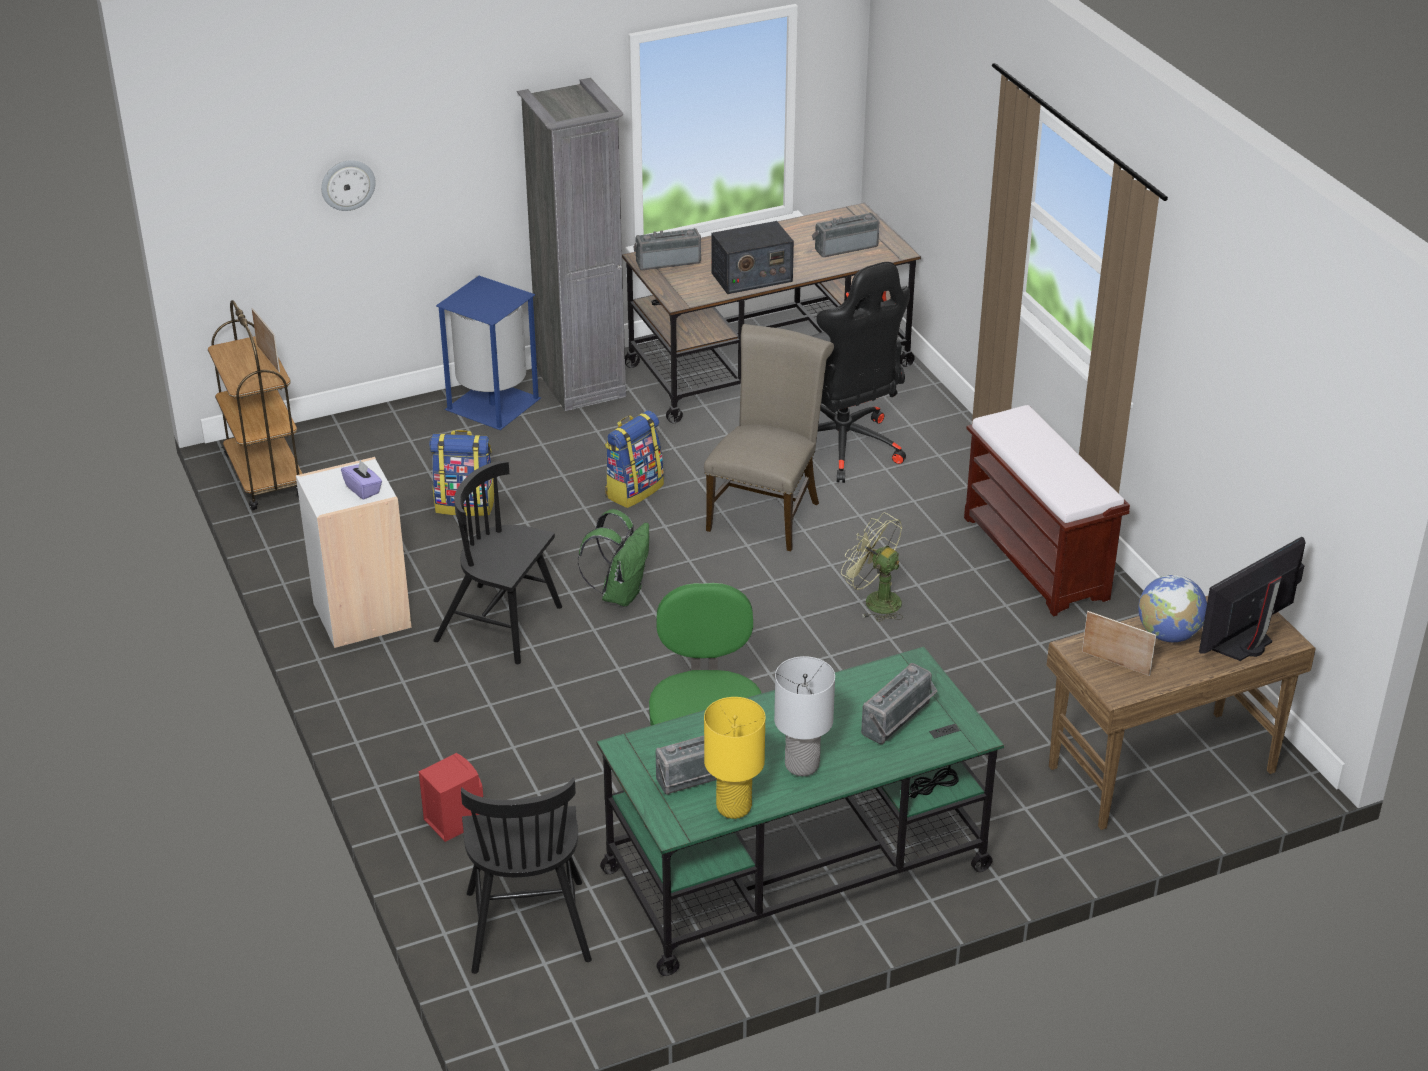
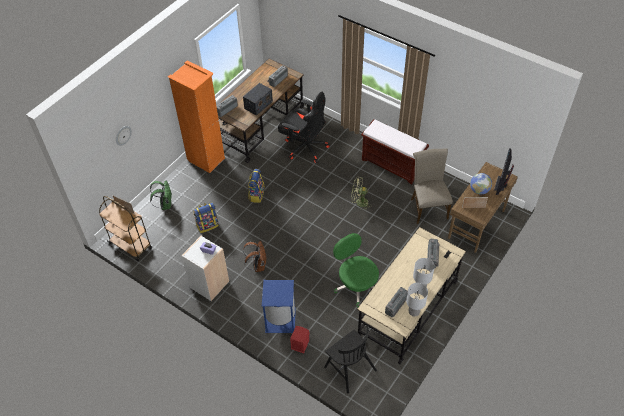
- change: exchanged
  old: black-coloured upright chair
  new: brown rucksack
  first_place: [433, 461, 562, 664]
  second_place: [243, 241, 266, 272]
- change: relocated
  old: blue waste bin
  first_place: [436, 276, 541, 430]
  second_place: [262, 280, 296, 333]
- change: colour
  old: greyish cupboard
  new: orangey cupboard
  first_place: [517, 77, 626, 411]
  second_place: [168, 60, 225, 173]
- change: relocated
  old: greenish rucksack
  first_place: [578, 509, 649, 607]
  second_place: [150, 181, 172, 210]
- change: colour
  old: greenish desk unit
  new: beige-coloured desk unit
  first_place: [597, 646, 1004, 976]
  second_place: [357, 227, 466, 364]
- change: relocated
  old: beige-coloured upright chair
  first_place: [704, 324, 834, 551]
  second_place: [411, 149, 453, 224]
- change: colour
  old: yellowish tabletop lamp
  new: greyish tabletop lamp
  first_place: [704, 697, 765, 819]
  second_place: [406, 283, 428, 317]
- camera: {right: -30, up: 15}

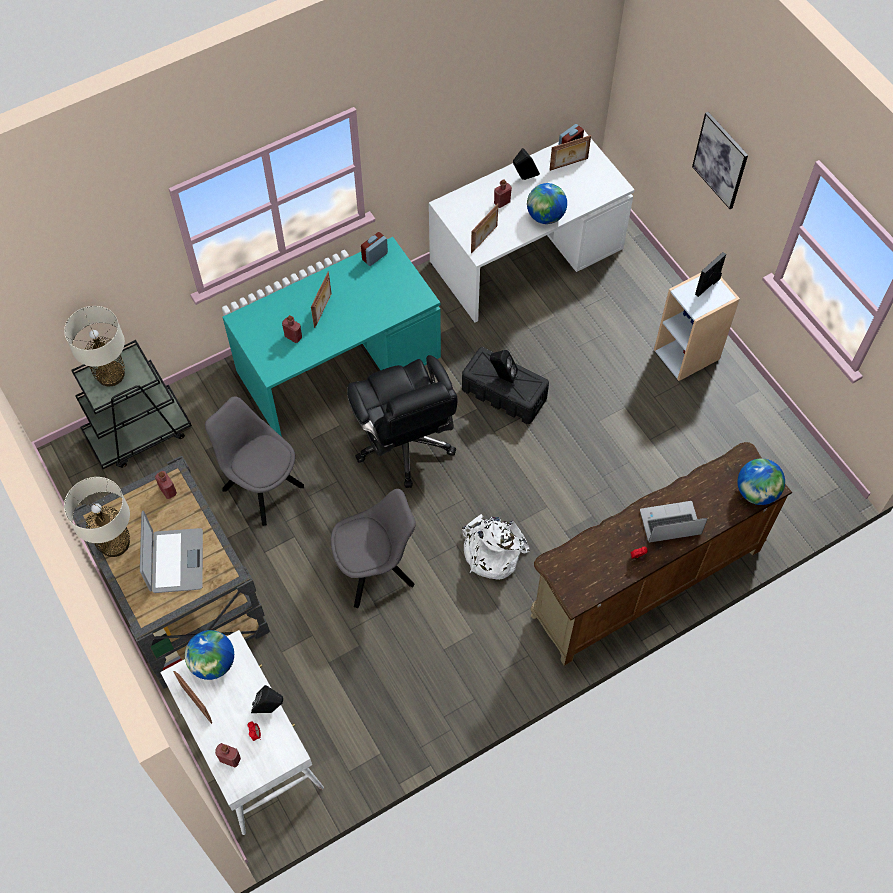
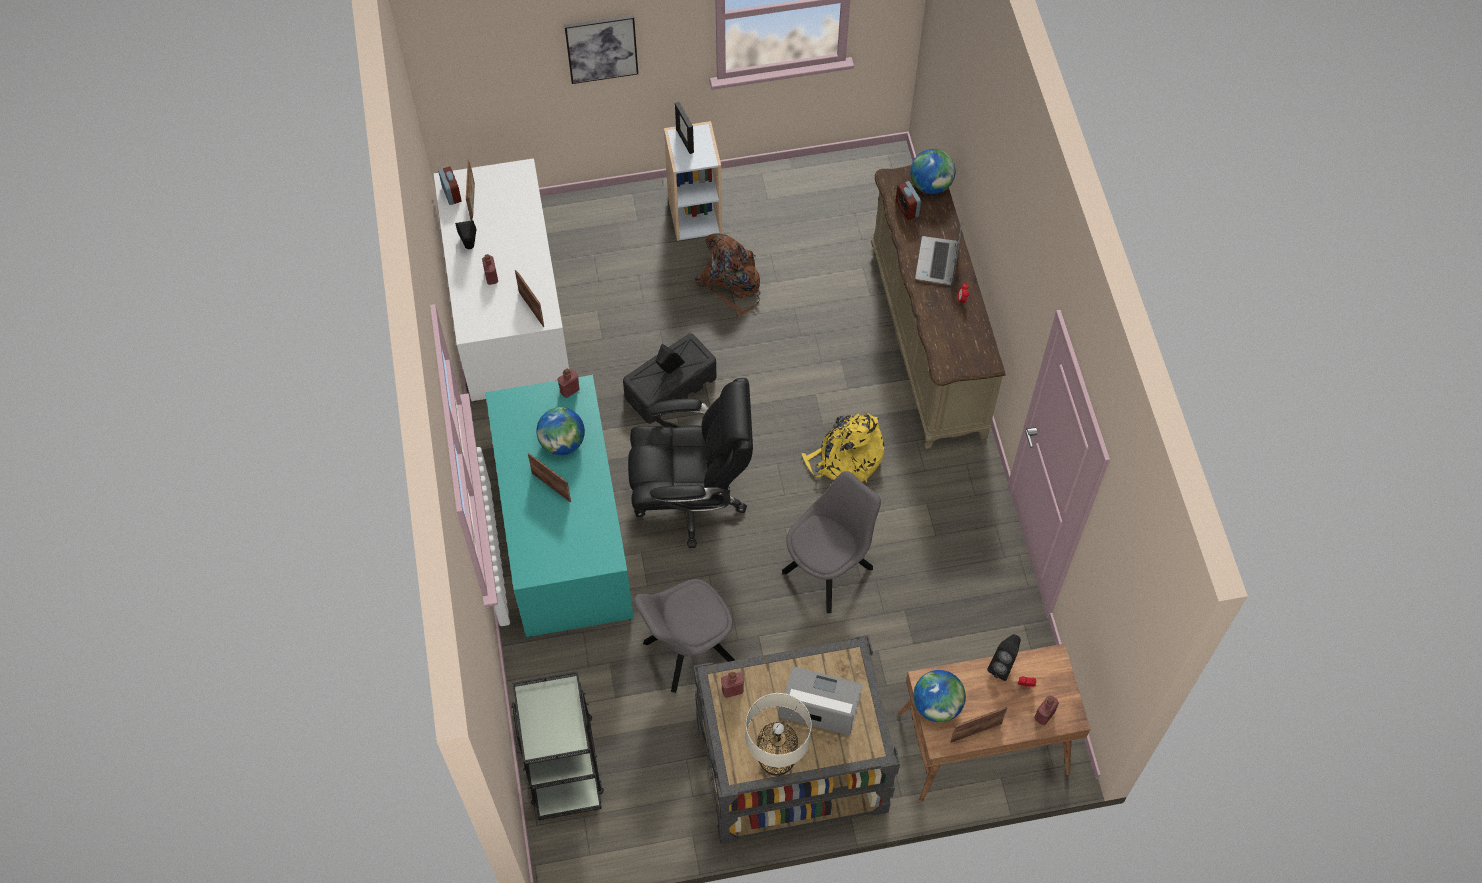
- change: missing
  old: tabletop lamp
  first_place: [64, 306, 125, 386]
- change: colour
  old: white desk unit
  new: brown desk unit
  first_place: [160, 630, 324, 835]
  second_place: [898, 644, 1090, 802]
- change: relocated
  old: reddish drink bottle
  first_place: [282, 315, 302, 343]
  second_place: [558, 369, 579, 398]
- change: spun
  old: greyish upright chair
  first_place: [331, 489, 416, 609]
  second_place: [782, 471, 881, 613]
  degrees: 45
- change: relocated
  old: alarm clock
  first_place: [361, 232, 388, 266]
  second_place: [896, 181, 921, 220]
- change: colour
  old: white rucksack
  new: yellowish rucksack
  first_place: [462, 514, 530, 580]
  second_place: [801, 413, 884, 483]
- change: relocated
  old: globe
  first_place: [527, 183, 567, 224]
  second_place: [536, 407, 585, 455]
- change: appeared
  new: brown rucksack
  second_place: [694, 233, 761, 317]
- camera: {right: -70, up: 0}

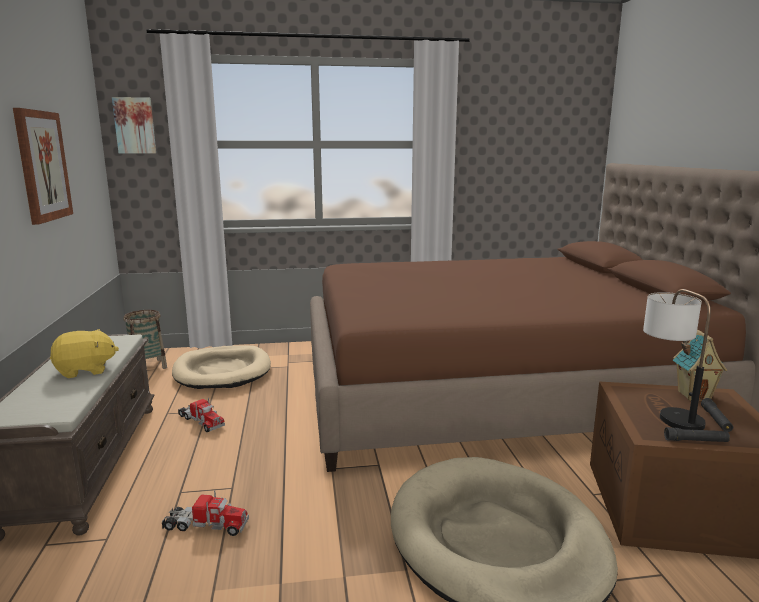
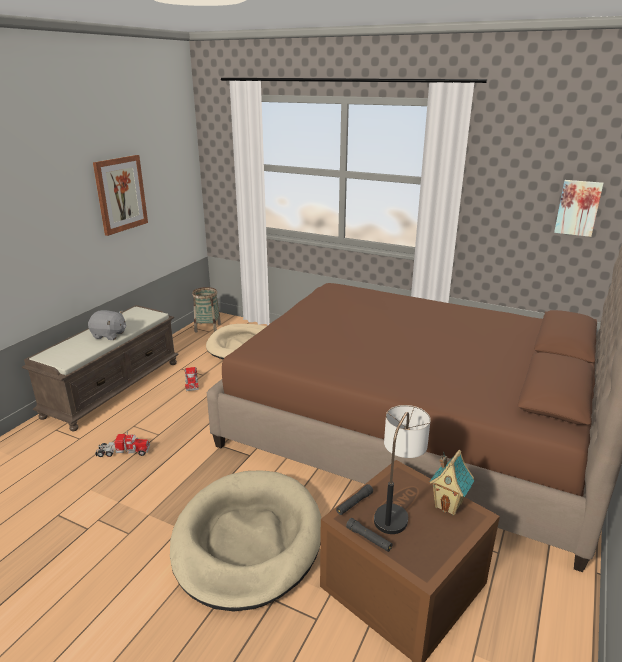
- change: colour
  old: yellowish plush toy
  new: greyish plush toy
  first_place: [50, 329, 119, 378]
  second_place: [88, 310, 126, 340]
- change: relocated
  old: wall picture
  first_place: [112, 97, 156, 154]
  second_place: [554, 180, 604, 237]
- change: spun
  old: toy lorry
  first_place: [162, 491, 249, 536]
  second_place: [95, 432, 150, 457]
  degrees: -45
- change: relocated
  old: black-coloured hand torch
  first_place: [701, 398, 733, 432]
  second_place: [336, 484, 373, 515]
- camera: {right: 35, up: 10}

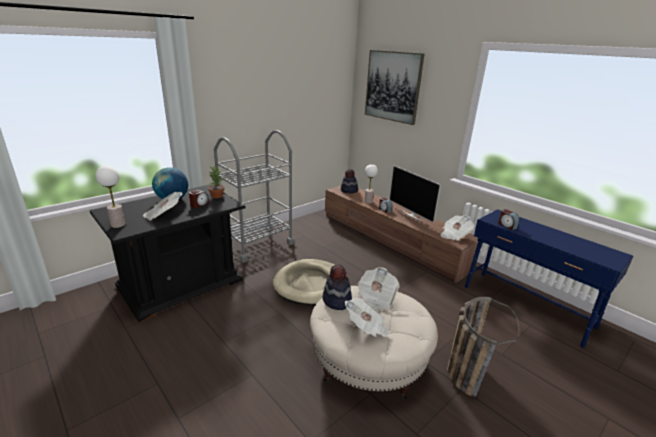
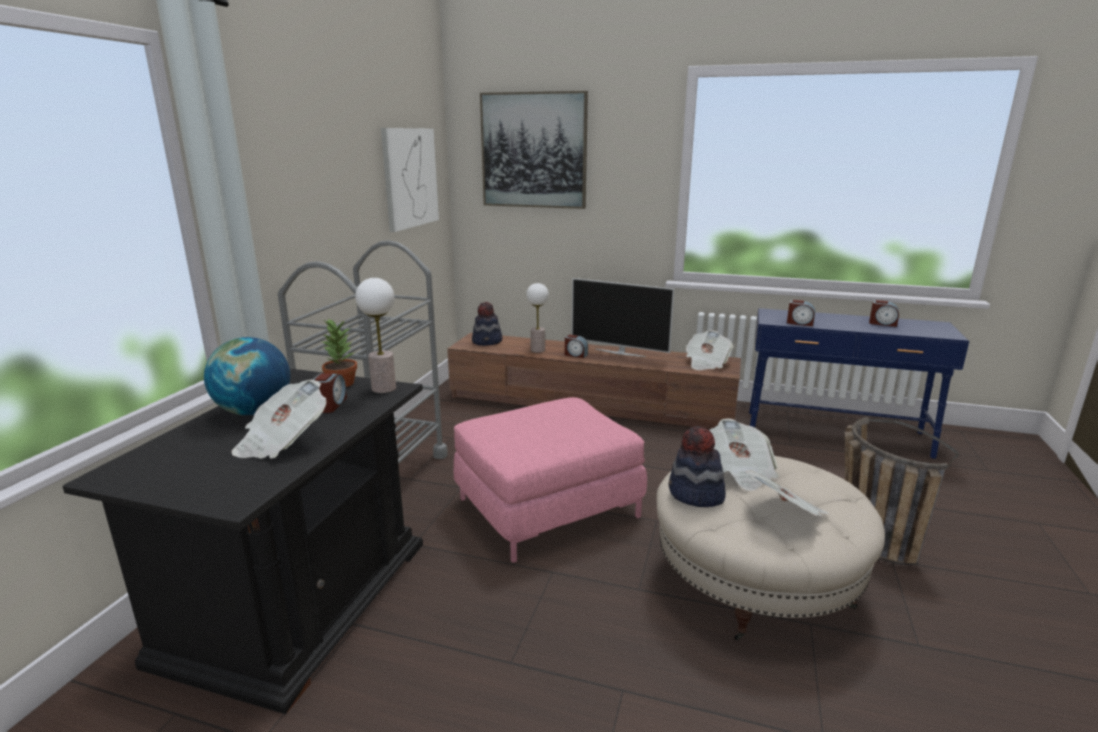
- change: relocated
  old: tabletop lamp
  first_place: [95, 166, 125, 228]
  second_place: [355, 278, 396, 393]
- change: exchanged
  old: beige-coloured dog bed
  new: pinkish pouffe
  first_place: [273, 259, 347, 305]
  second_place: [453, 397, 647, 563]
- change: appeared
  new: wall picture
  second_place: [381, 128, 439, 232]
- change: appeared
  new: alarm clock
  second_place: [869, 300, 899, 327]
- camera: {right: -30, up: -5}

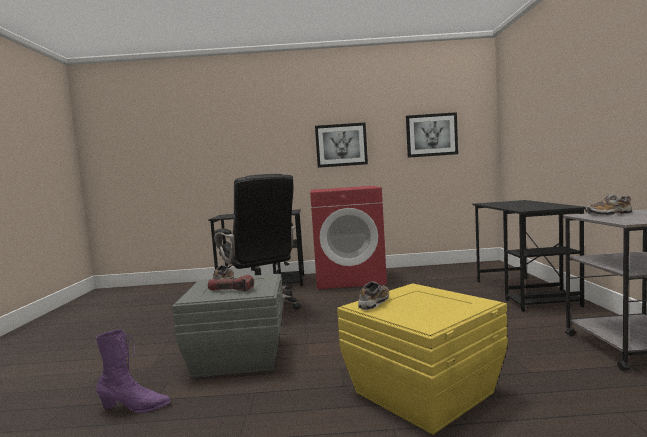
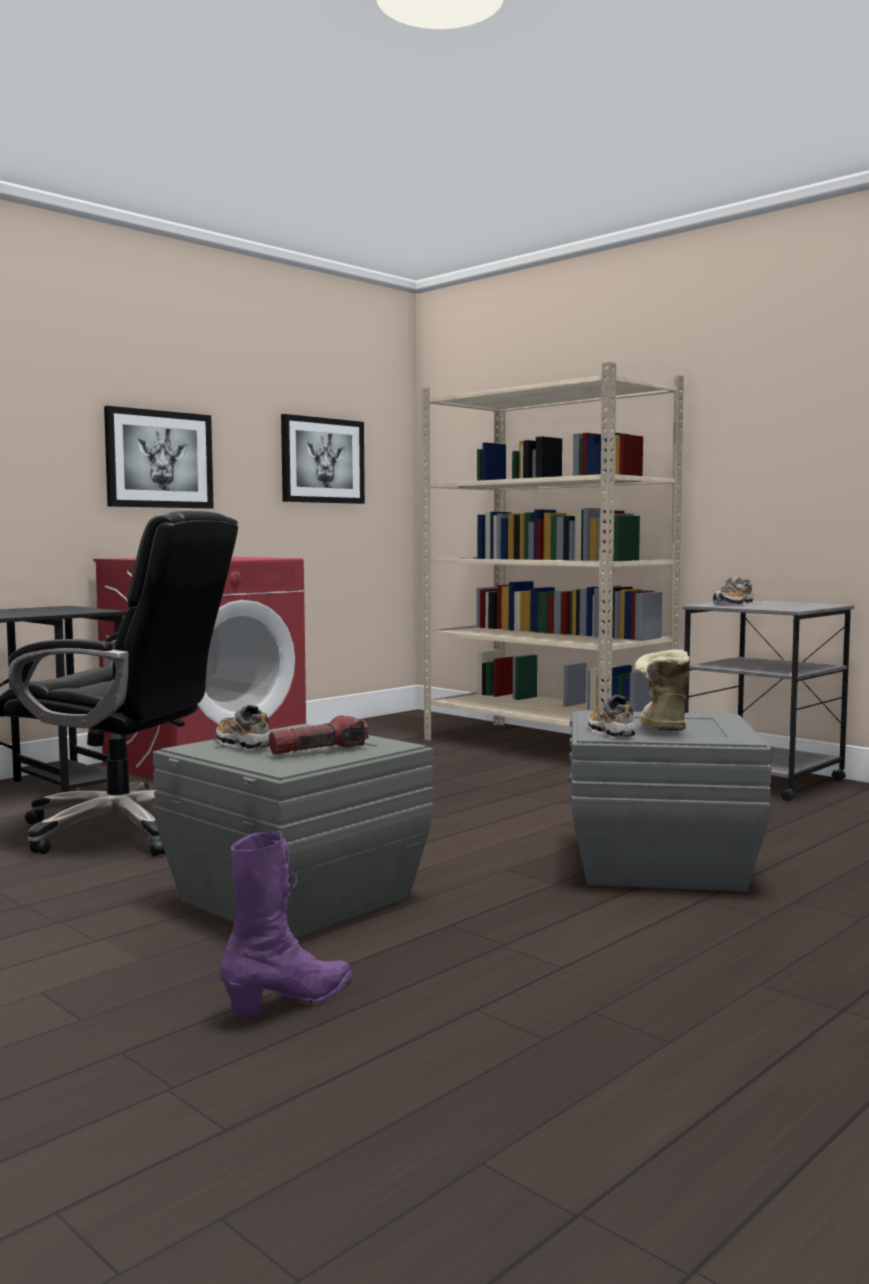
- change: colour
  old: yellowish storage box
  new: greyish storage box
  first_place: [337, 283, 508, 435]
  second_place: [569, 711, 772, 892]
- change: exchanged
  old: black-coloured desk unit
  new: beige-coloured bookshelf
  first_place: [473, 200, 586, 312]
  second_place: [422, 362, 684, 740]
- change: appeared
  new: boot
  second_place: [635, 649, 690, 731]
- camera: {right: -45, up: 0}

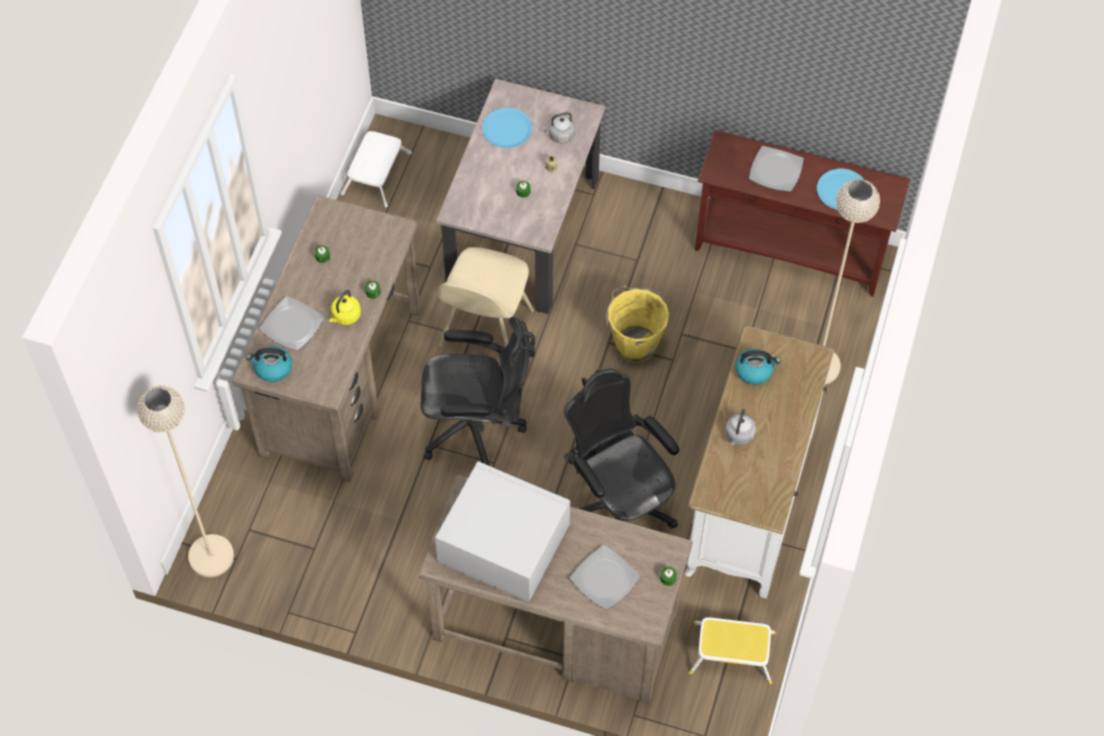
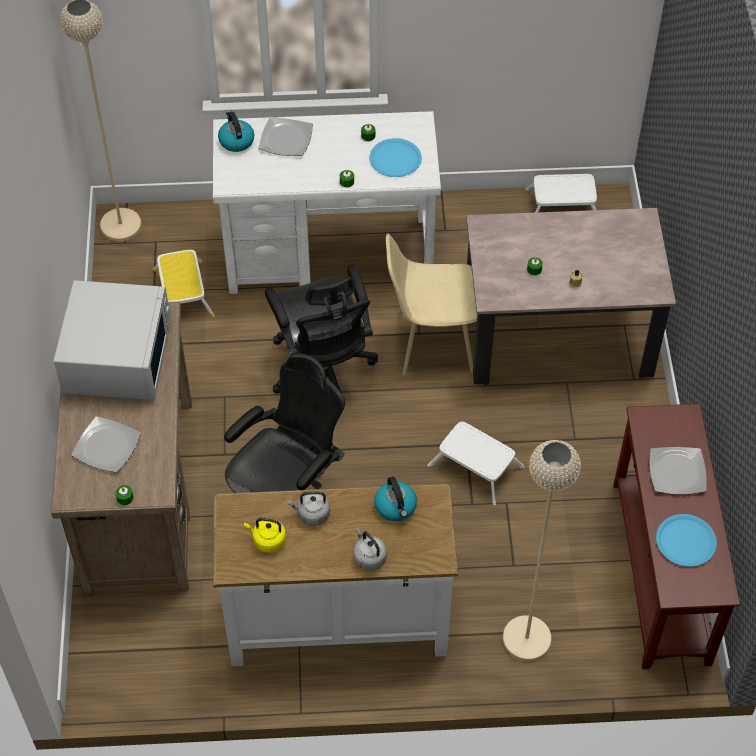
- change: colour
  old: brown desk unit
  new: white desk unit
  first_place: [232, 195, 421, 482]
  second_place: [213, 111, 441, 294]
- change: relocated
  old: yellowish water kettle
  first_place: [329, 290, 361, 325]
  second_place: [244, 518, 286, 553]
- change: relocated
  old: blue dinner plate
  first_place: [482, 108, 532, 148]
  second_place: [369, 138, 422, 177]
- change: relocated
  old: greyish water kettle
  first_place: [541, 112, 576, 144]
  second_place: [353, 527, 387, 571]
- change: exchanged
  old: yellowish bucket
  new: white step stool
  first_place: [606, 286, 669, 362]
  second_place: [428, 422, 525, 505]
- change: relocated
  old: yellowish step stool
  first_place: [689, 617, 776, 684]
  second_place: [152, 250, 215, 318]
- camera: {right: 70, up: -5}

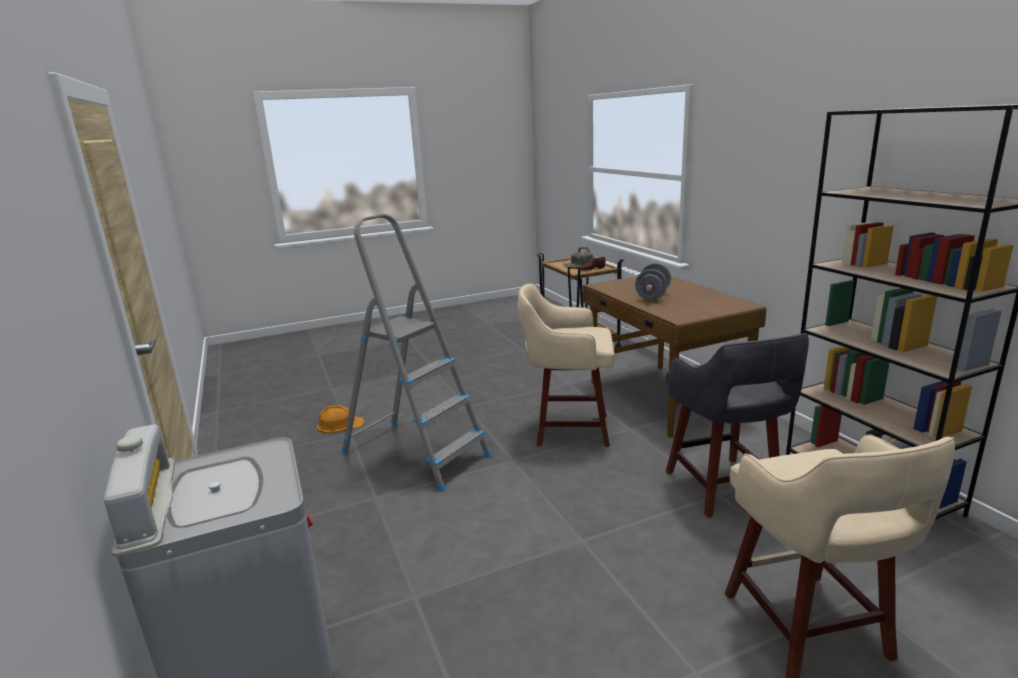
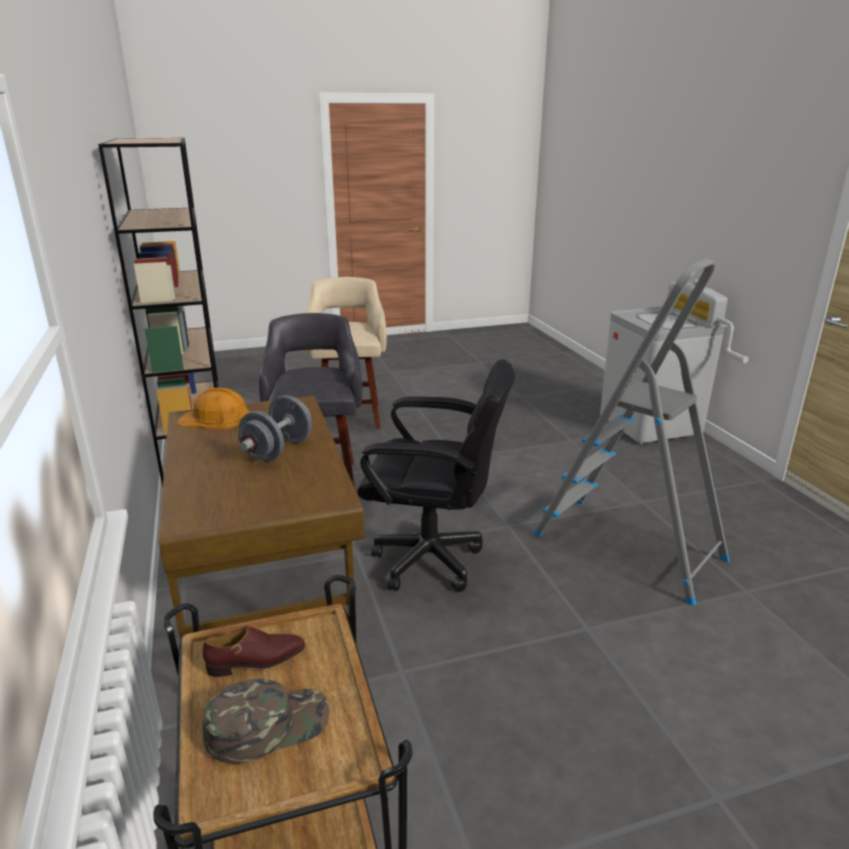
- change: relocated
  old: orangey work helmet
  first_place: [317, 405, 364, 434]
  second_place: [178, 388, 250, 429]
- change: exchanged
  old: beige-coloured stool seat
  new: black-coloured office chair
  first_place: [517, 284, 614, 447]
  second_place: [358, 359, 515, 592]
- camera: {right: -175, up: 5}

